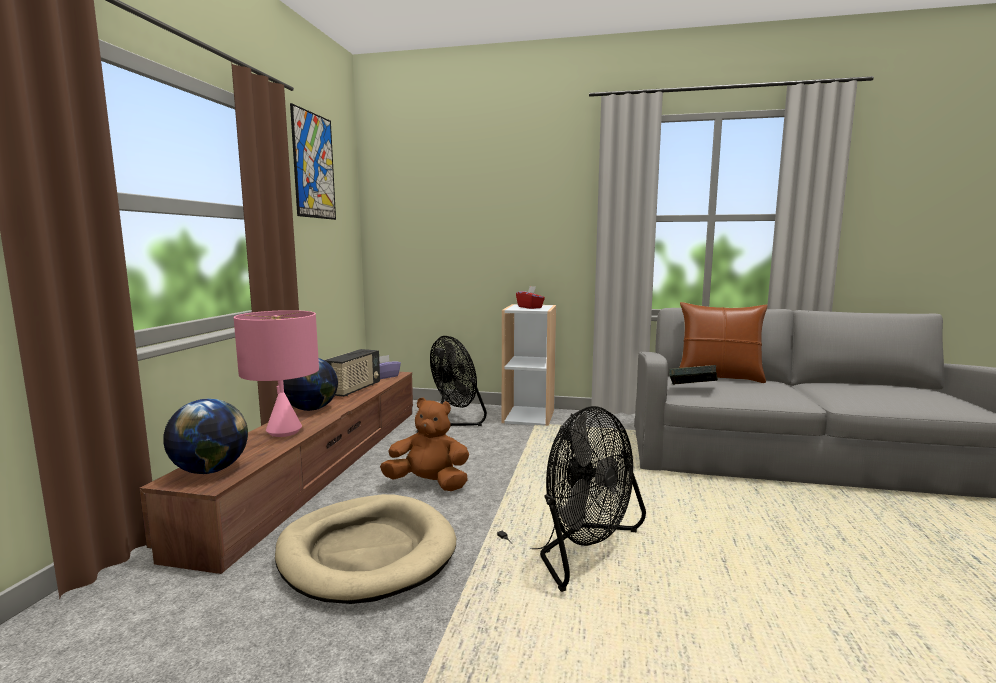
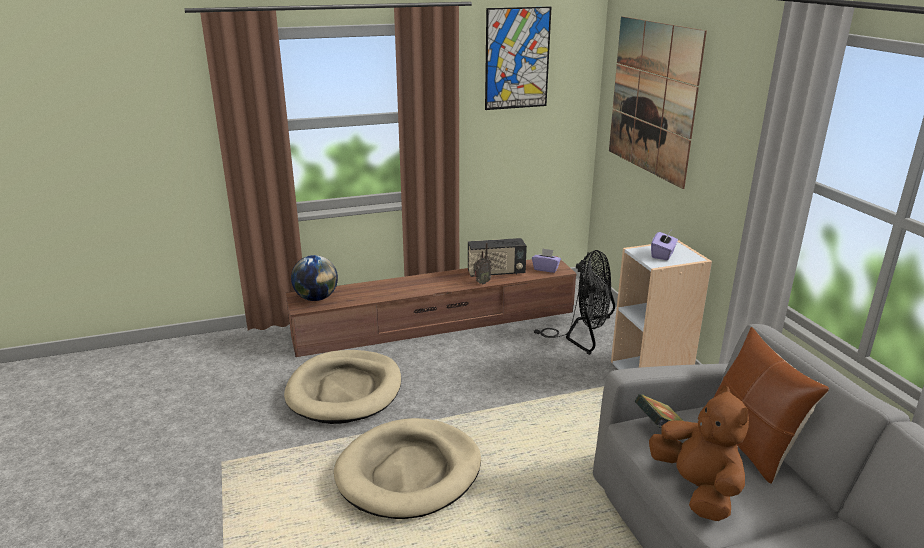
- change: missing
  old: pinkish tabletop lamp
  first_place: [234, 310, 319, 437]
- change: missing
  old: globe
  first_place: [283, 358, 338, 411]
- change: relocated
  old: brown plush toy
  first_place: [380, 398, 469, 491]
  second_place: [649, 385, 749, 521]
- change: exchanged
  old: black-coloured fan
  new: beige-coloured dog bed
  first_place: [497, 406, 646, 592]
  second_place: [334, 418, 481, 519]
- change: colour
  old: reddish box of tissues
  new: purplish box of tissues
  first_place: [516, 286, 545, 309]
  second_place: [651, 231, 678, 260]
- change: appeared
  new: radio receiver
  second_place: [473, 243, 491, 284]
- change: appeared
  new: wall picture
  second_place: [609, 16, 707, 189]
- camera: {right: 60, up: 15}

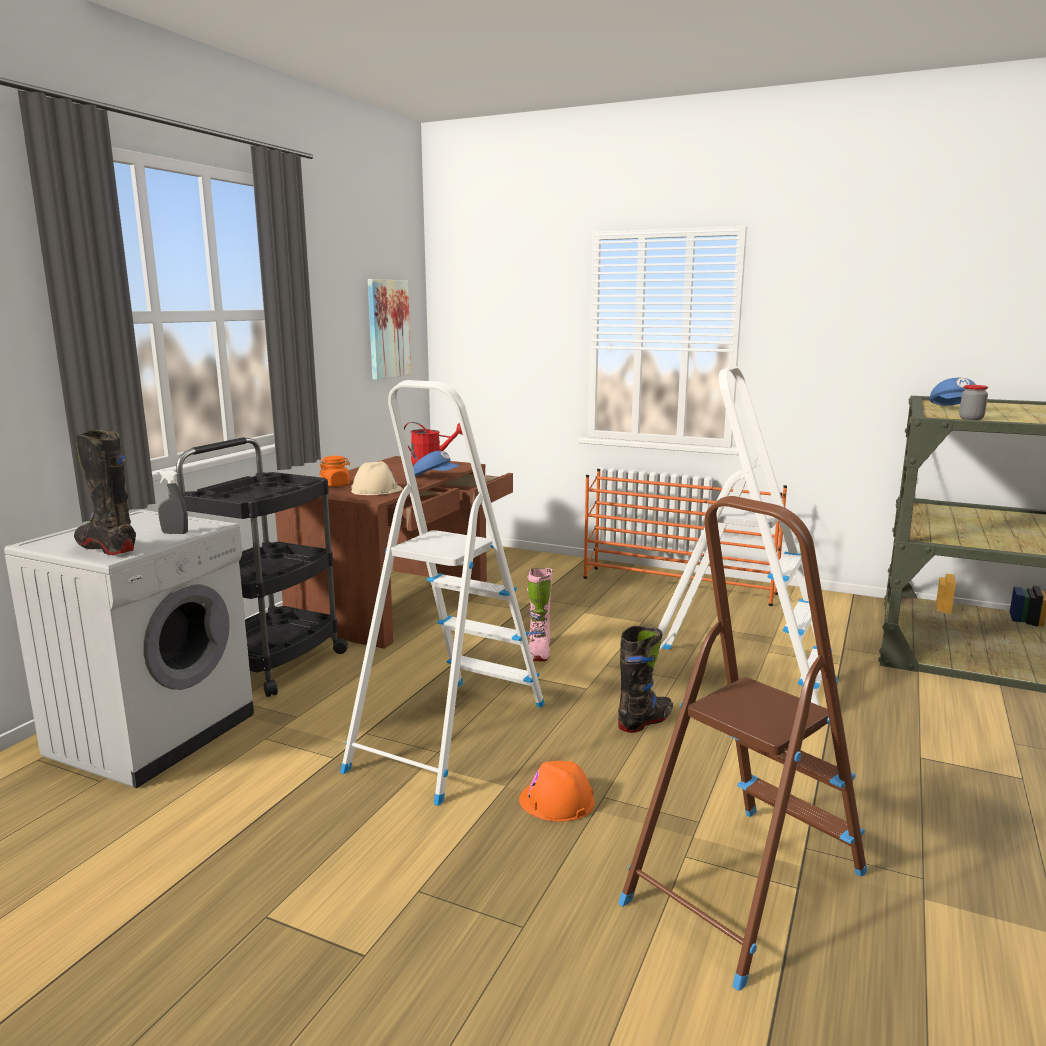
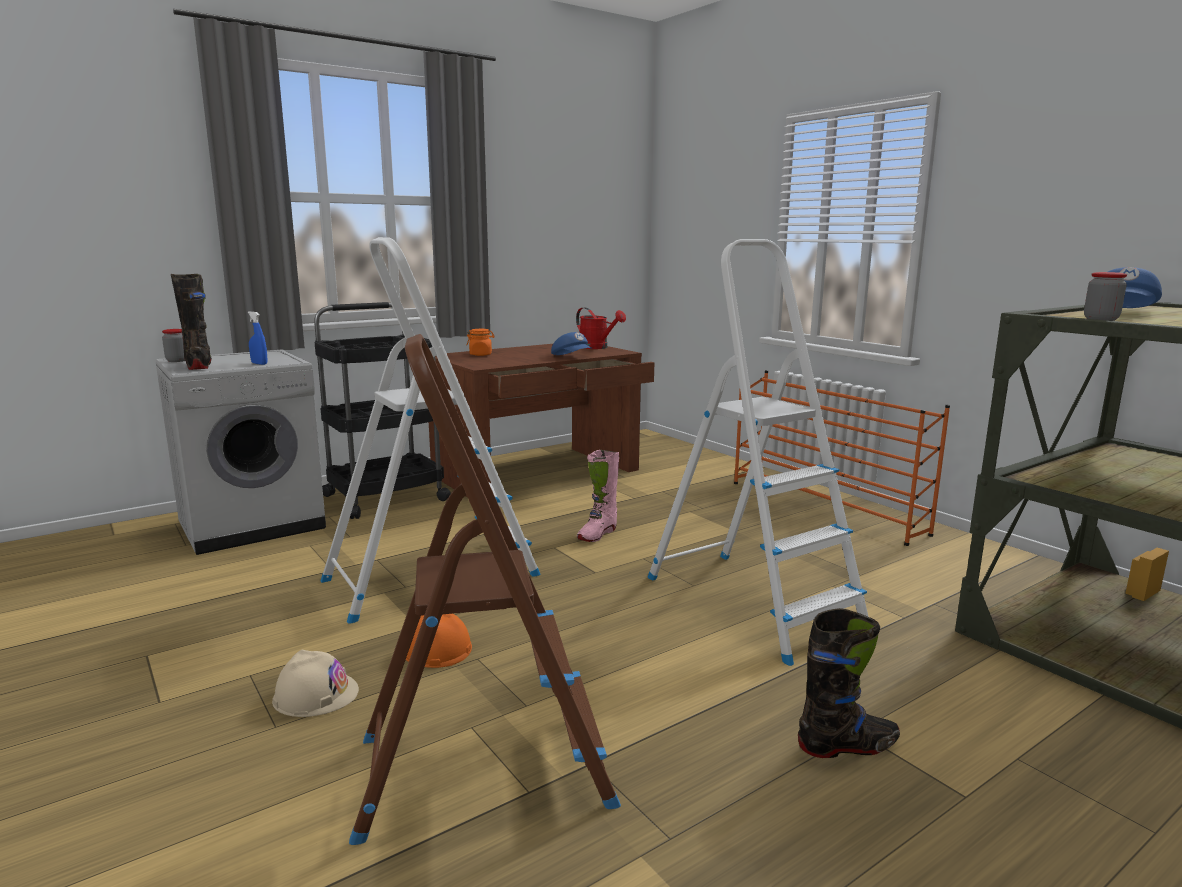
- change: colour
  old: greyish sprayer
  new: blue sprayer
  first_place: [157, 470, 188, 534]
  second_place: [248, 311, 268, 365]
- change: relocated
  old: beige-coloured work helmet
  first_place: [351, 461, 403, 495]
  second_place: [272, 650, 359, 717]
- change: missing
  old: wall picture
  first_place: [368, 279, 411, 380]
- change: relocated
  old: black-coloured boot
  first_place: [618, 626, 673, 733]
  second_place: [798, 608, 900, 758]
- change: appeared
  new: jar
  second_place: [162, 329, 185, 362]
- camera: {right: 30, up: 0}

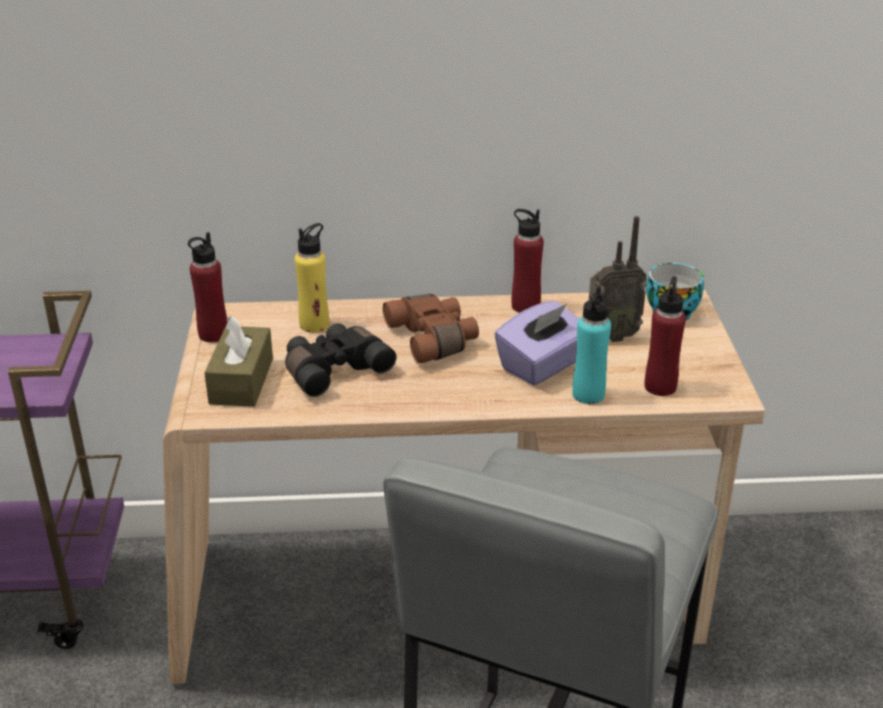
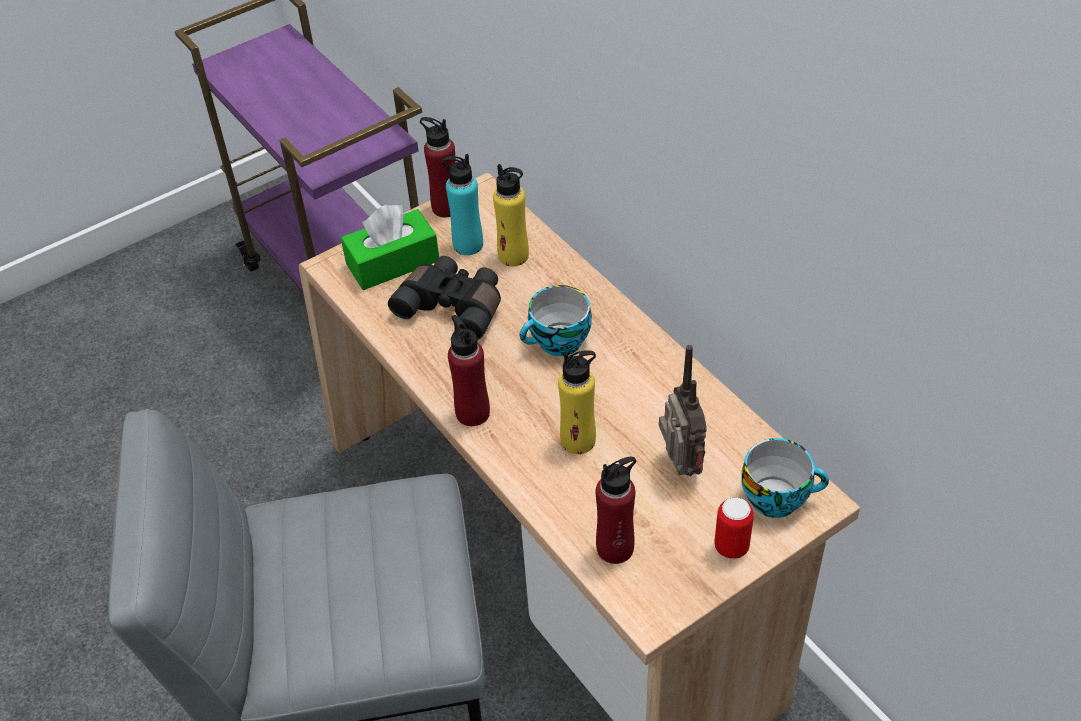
- change: colour
  old: brown box of tissues
  new: greenish box of tissues
  first_place: [204, 316, 273, 407]
  second_place: [341, 205, 439, 290]
- change: exchanged
  old: brown field glasses
  new: cup
  first_place: [383, 294, 479, 364]
  second_place: [520, 285, 592, 356]
- change: exchanged
  old: purplish box of tissues
  new: yellowish drink bottle
  first_place: [495, 301, 579, 385]
  second_place: [558, 350, 596, 454]
- change: relocated
  old: reddish drink bottle
  first_place: [511, 209, 544, 313]
  second_place: [448, 315, 490, 426]
- change: relocated
  old: turquoise-coloured drink bottle
  first_place: [572, 286, 611, 404]
  second_place: [442, 154, 483, 255]
- change: spun
  old: radio receiver
  first_place: [588, 216, 647, 342]
  second_place: [659, 345, 707, 476]
  degrees: -150
- change: appeared
  new: metal can
  second_place: [714, 497, 754, 559]
- camera: {right: 60, up: 15}

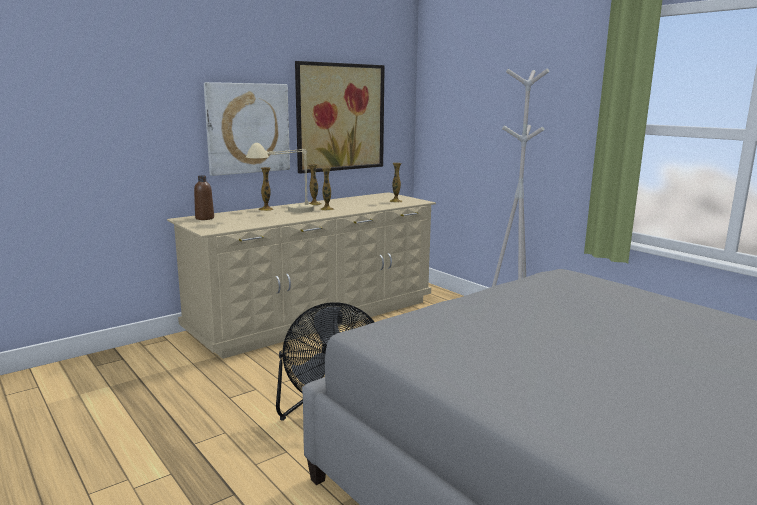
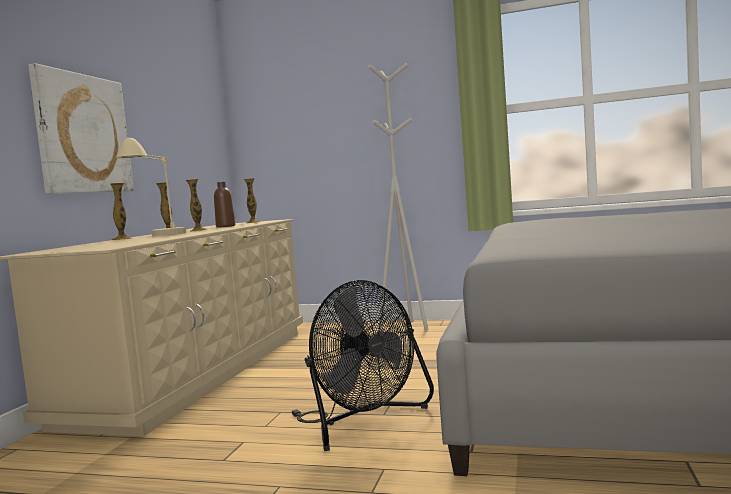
- change: relocated
  old: brown drink bottle
  first_place: [194, 176, 214, 220]
  second_place: [214, 182, 235, 228]
- change: missing
  old: wall picture
  first_place: [295, 61, 385, 174]
- camera: {right: -35, up: -10}

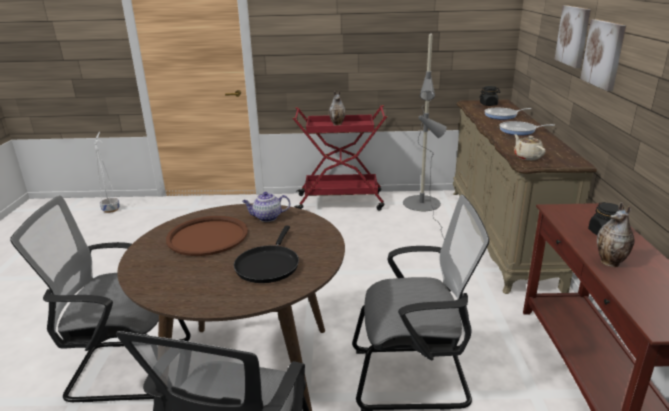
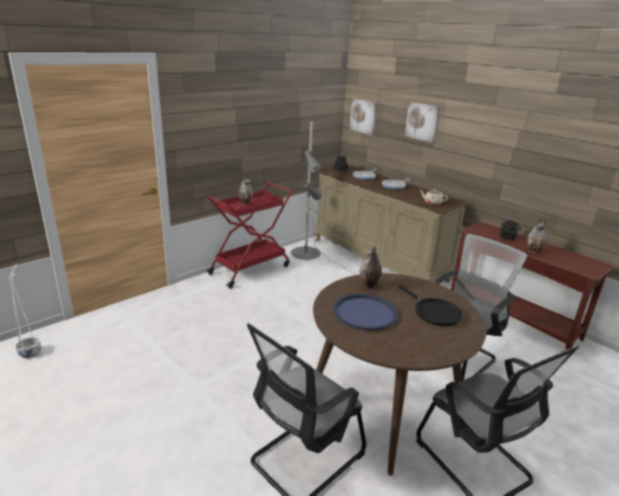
- change: colour
  old: brown carrying tray
  new: blue carrying tray
  first_place: [166, 216, 248, 256]
  second_place: [333, 293, 398, 330]
- change: exchanged
  old: tea pot
  new: decorative vase
  first_place: [242, 192, 290, 222]
  second_place: [360, 246, 382, 289]
- change: relocated
  old: wall picture
  first_place: [580, 19, 626, 91]
  second_place: [349, 98, 377, 135]
- camera: {right: -45, up: 0}

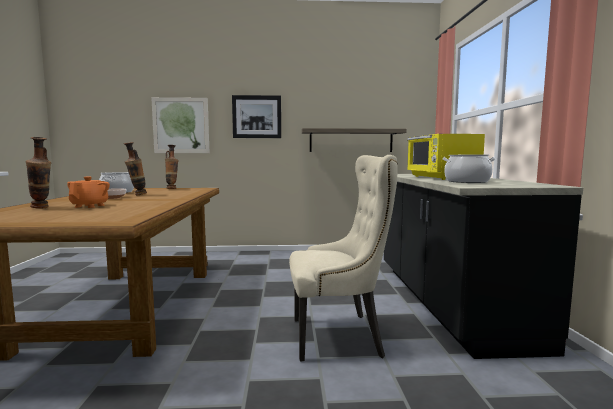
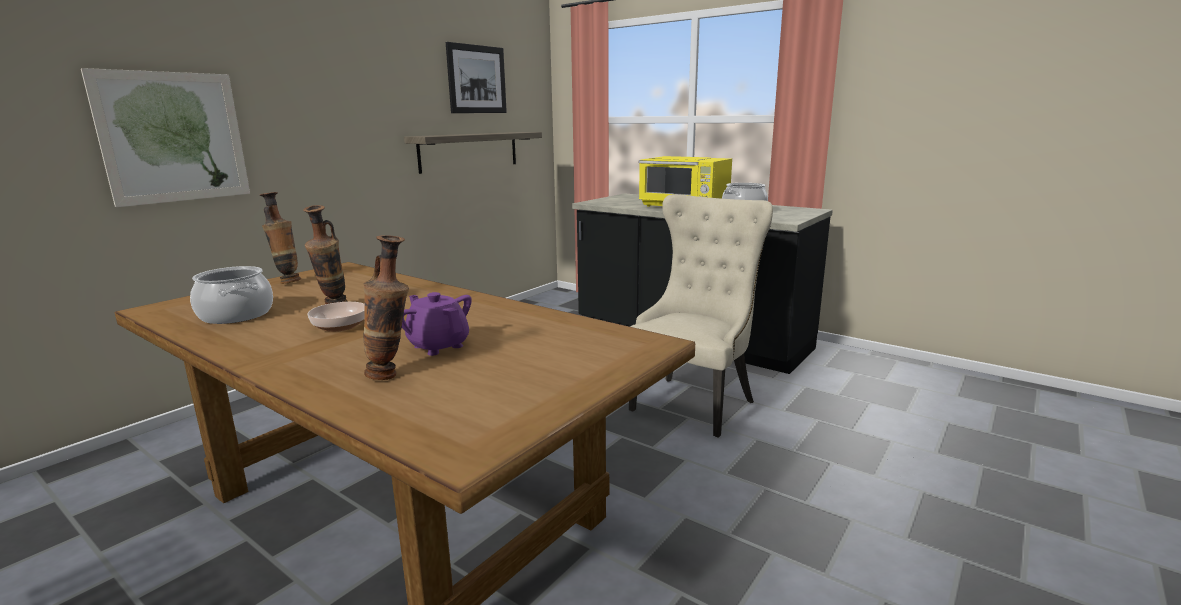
- change: colour
  old: orangey tea pot
  new: purplish tea pot
  first_place: [67, 176, 110, 208]
  second_place: [402, 292, 472, 356]
- change: relocated
  old: wall picture
  first_place: [232, 95, 281, 138]
  second_place: [446, 42, 507, 113]
- camera: {right: -50, up: 10}

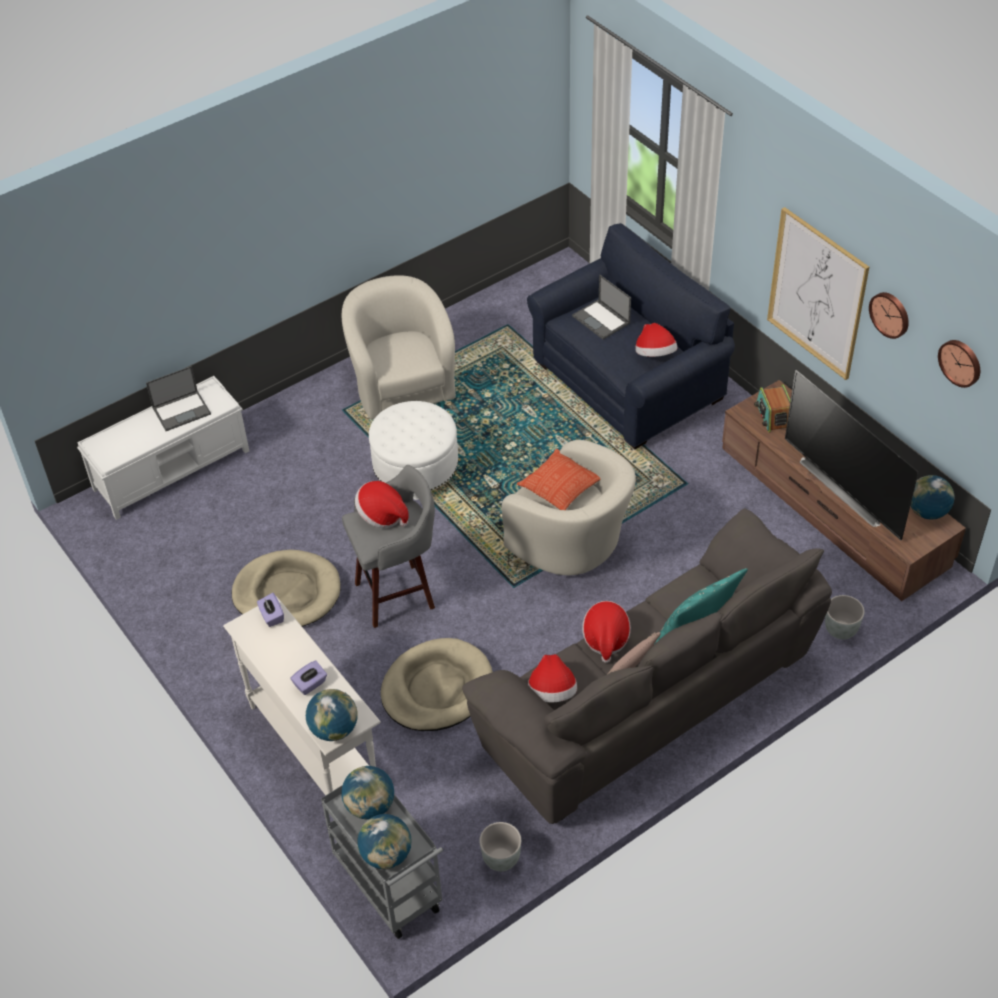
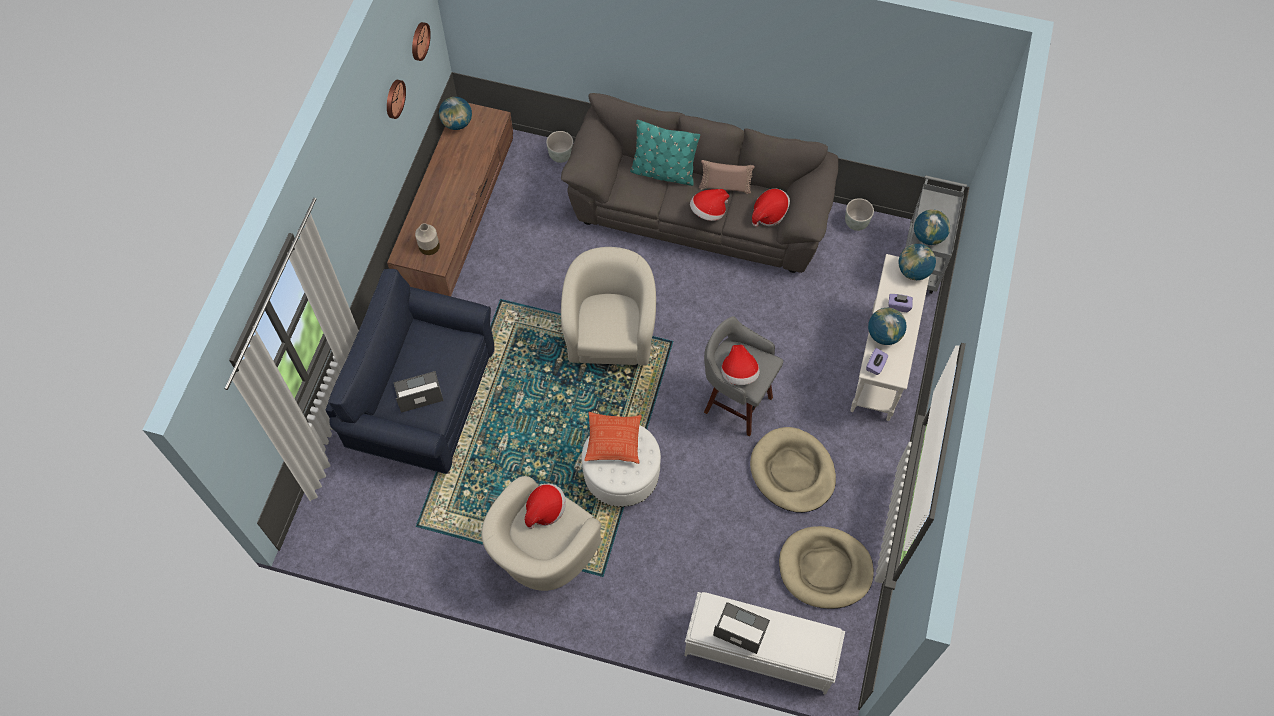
- change: relocated
  old: globe
  first_place: [357, 814, 412, 869]
  second_place: [868, 308, 907, 345]
- change: relocated
  old: beige-coloured dog bed
  first_place: [381, 638, 493, 731]
  second_place: [779, 526, 874, 609]
- change: relocated
  old: orangey cushion
  first_place: [517, 449, 601, 510]
  second_place: [584, 412, 642, 464]
- change: spun
  old: portable computer
  first_place: [572, 275, 631, 340]
  second_place: [394, 371, 443, 413]
  degrees: -120
- change: relocated
  old: clothing hat
  first_place: [636, 323, 677, 357]
  second_place: [525, 484, 566, 529]
- change: exchanged
  old: radio receiver
  new: beige-coloured decorative vase
  first_place: [754, 384, 791, 433]
  second_place: [415, 223, 440, 255]
- change: missing
  old: wall picture
  first_place: [767, 207, 869, 380]
- change: missing
  old: television
  first_place: [785, 370, 919, 540]
- camera: {right: -130, up: 15}

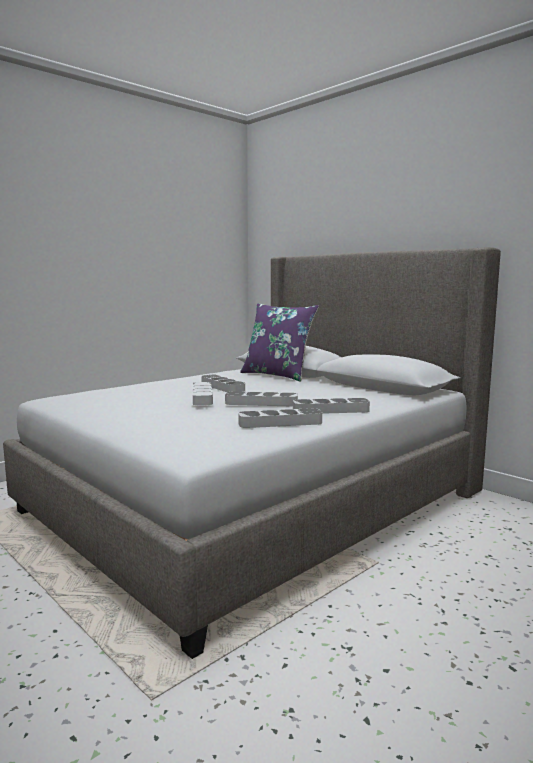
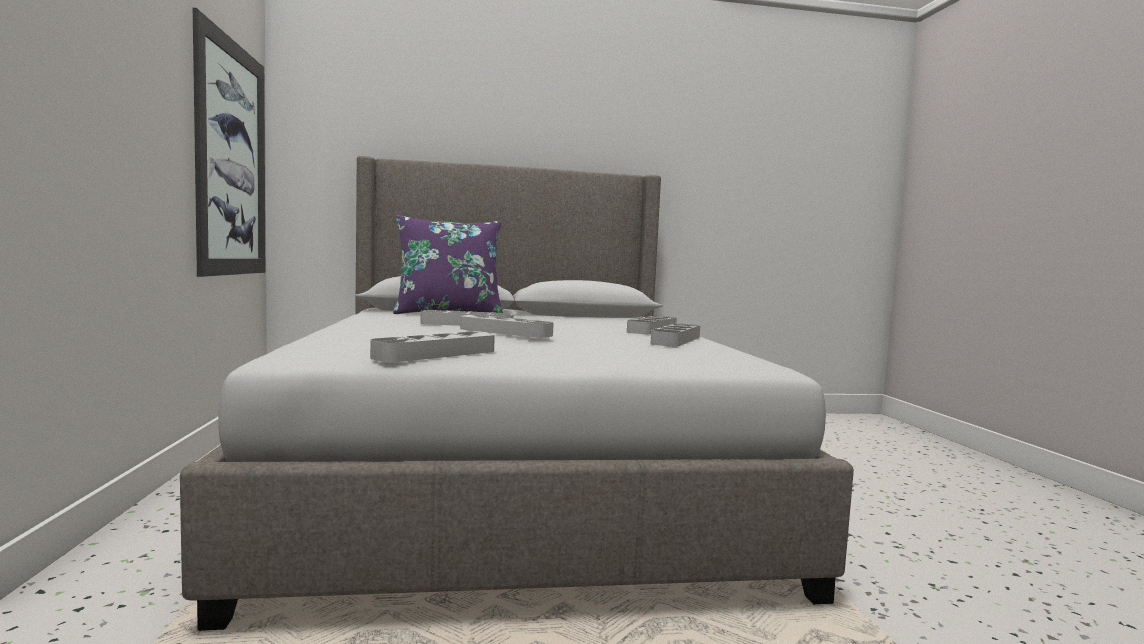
- change: relocated
  old: greyish carrying tray
  first_place: [225, 391, 298, 407]
  second_place: [370, 332, 495, 363]
- change: appeared
  new: wall picture
  second_place: [193, 8, 265, 277]
- camera: {right: -55, up: -5}

